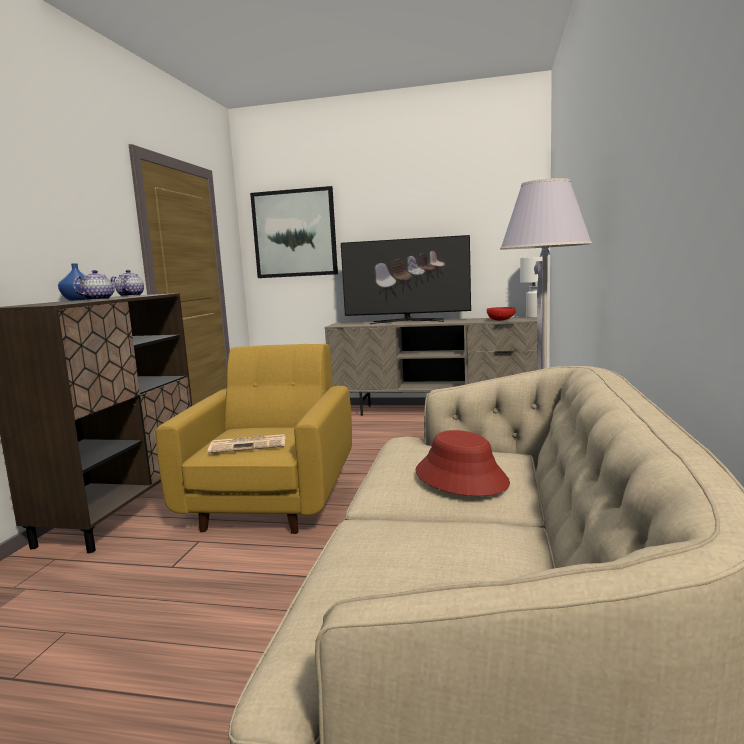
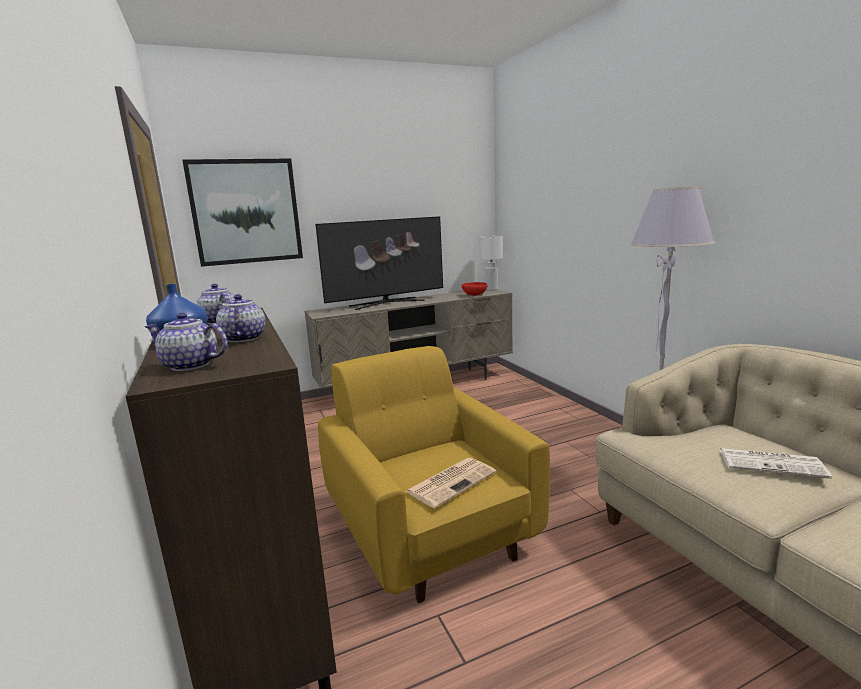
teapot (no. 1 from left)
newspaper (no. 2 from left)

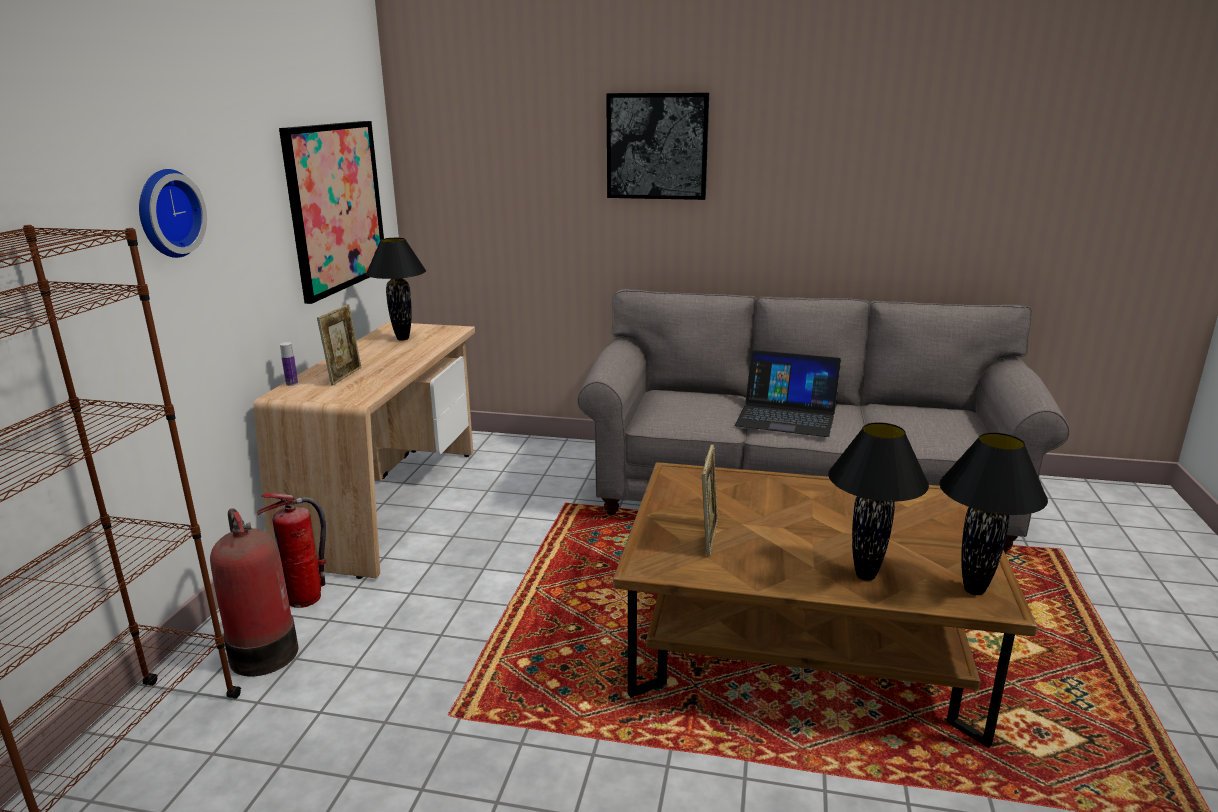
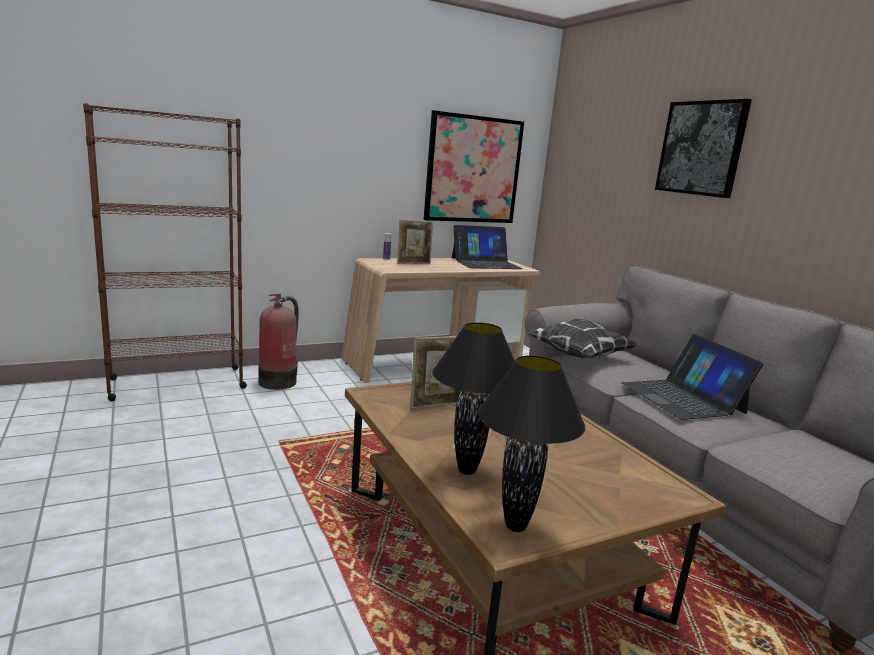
wall clock
fire extinguisher (no. 2 from left in the first image)
pillow
laptop (no. 1 from left)

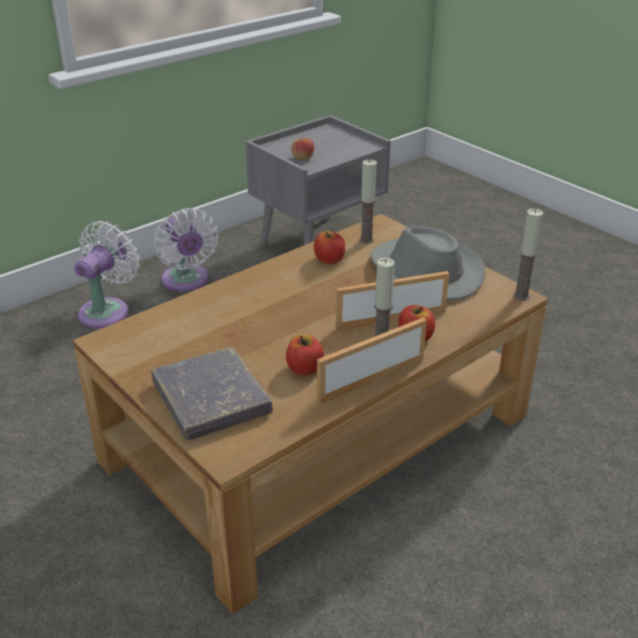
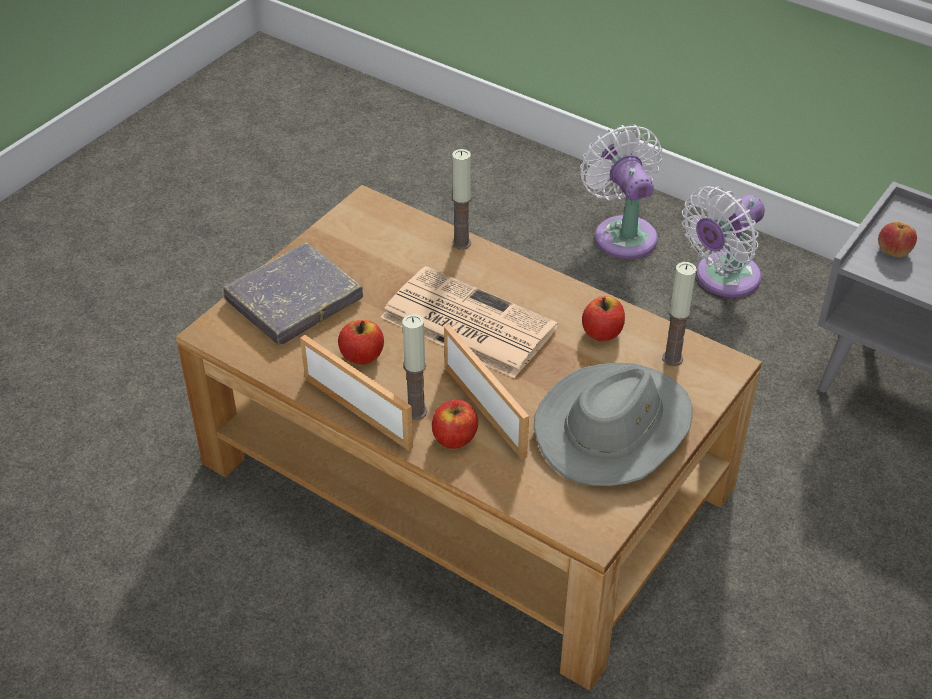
newspaper
candle (no. 2 from left)
fan (white) (no. 1 from left)

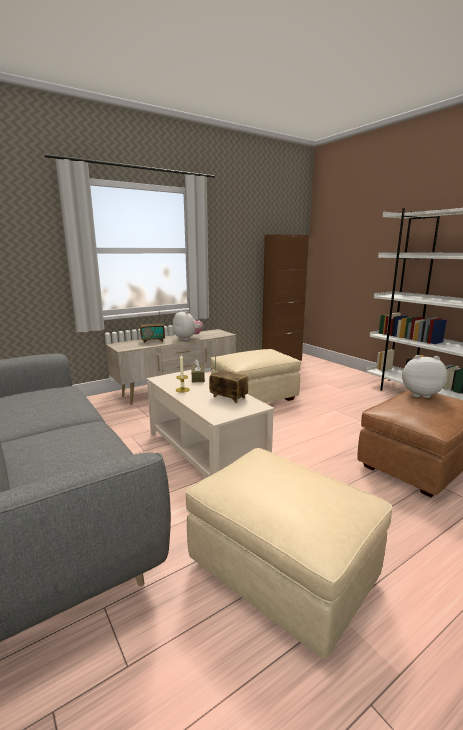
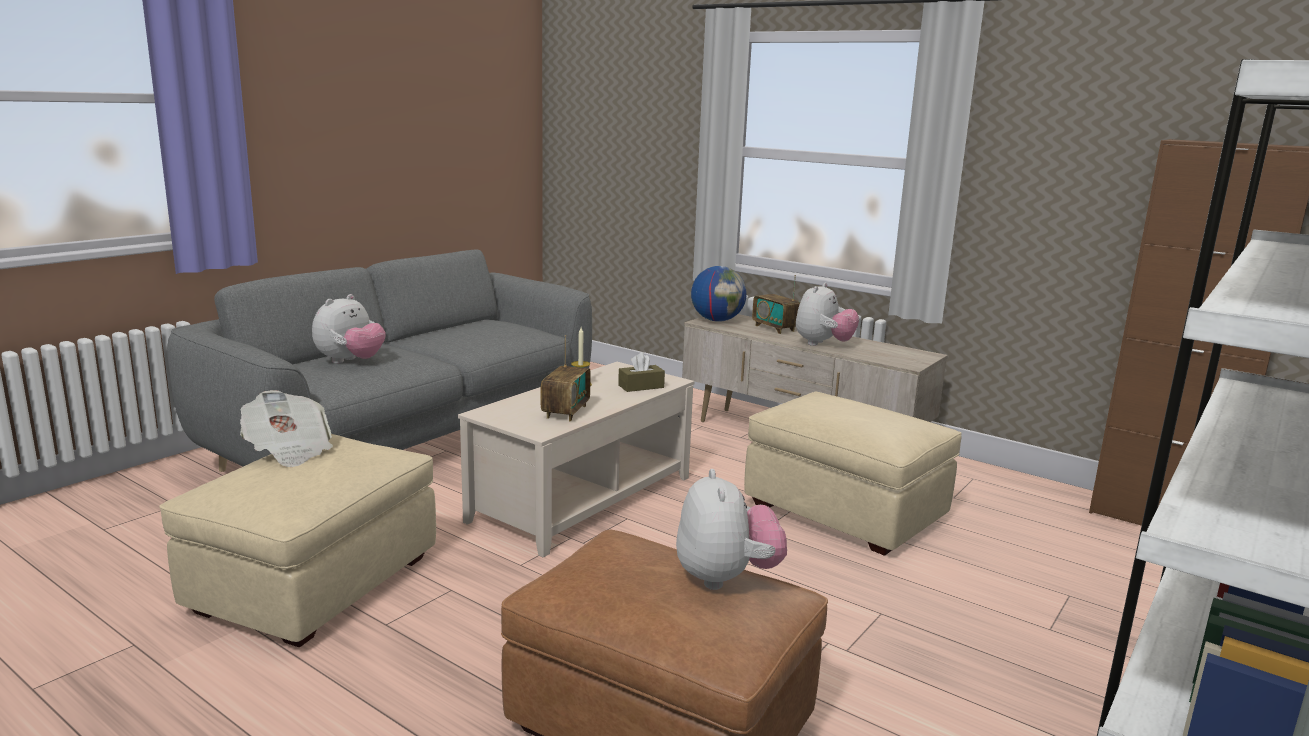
newspaper
plush toy (no. 1 from left)
globe

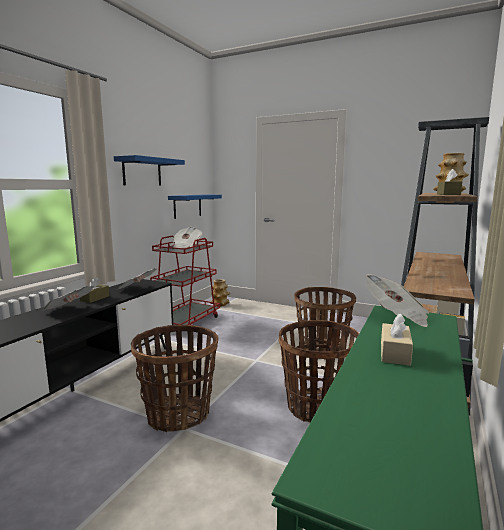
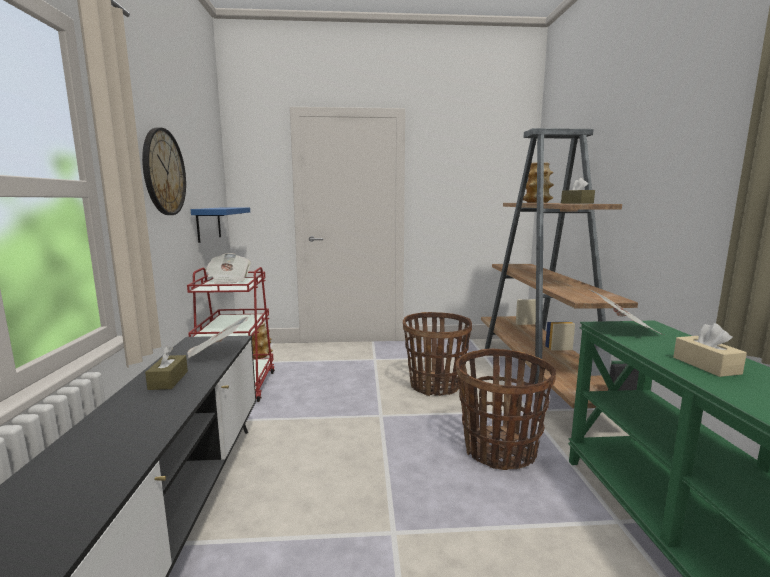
newspaper (no. 1 from left in the first image)
basket (no. 1 from left in the first image)
wall clock

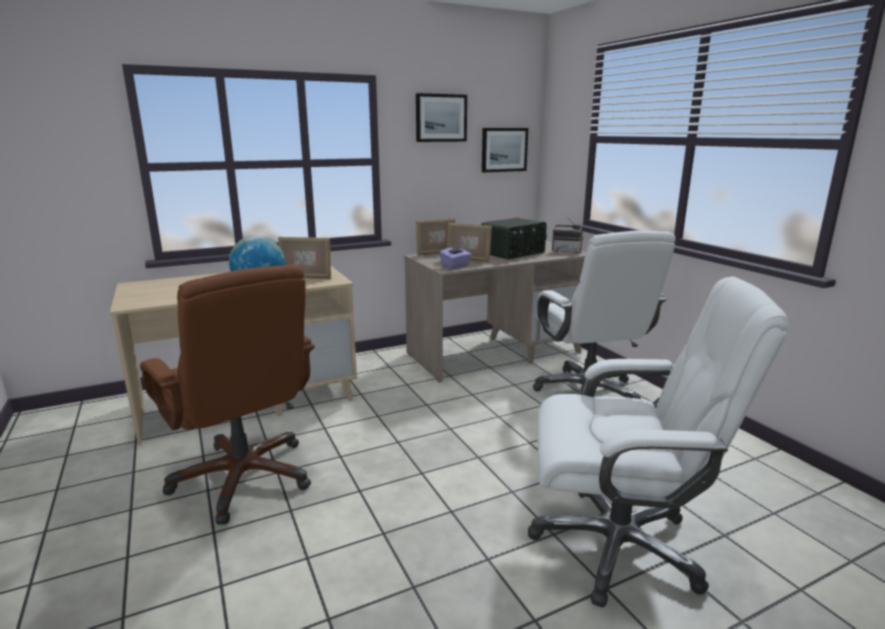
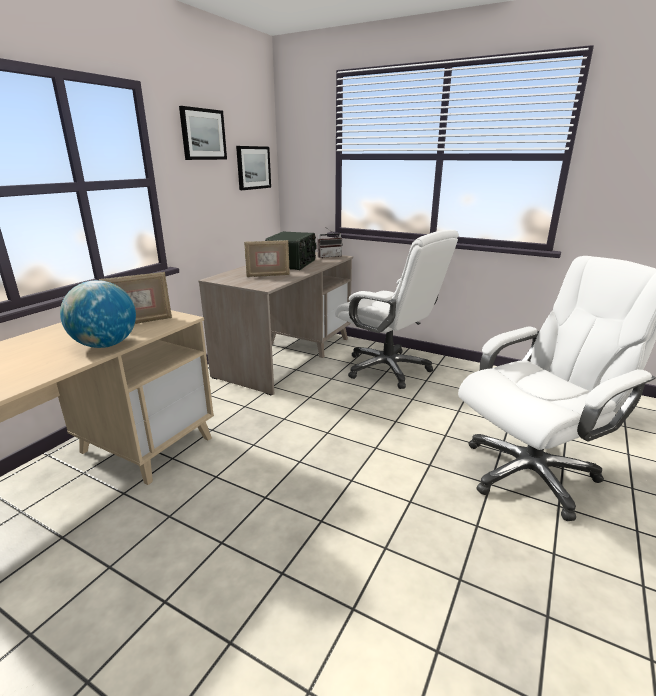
office chair (brown)
picture frame (no. 2 from left in the first image)
tissue box (purple)

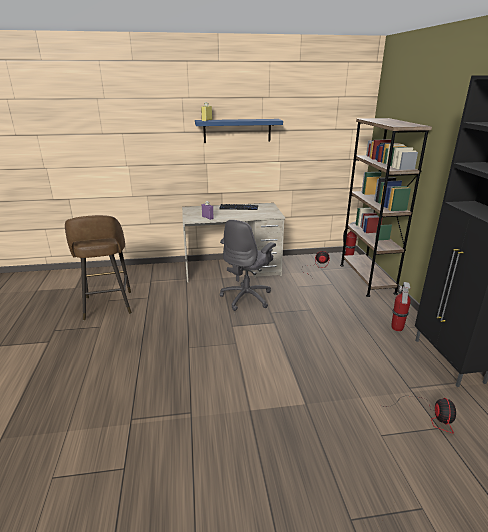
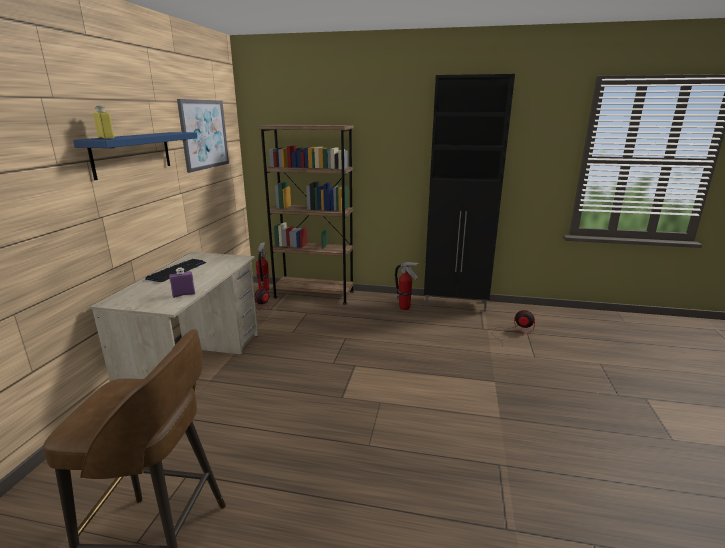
office chair (grey)
picture

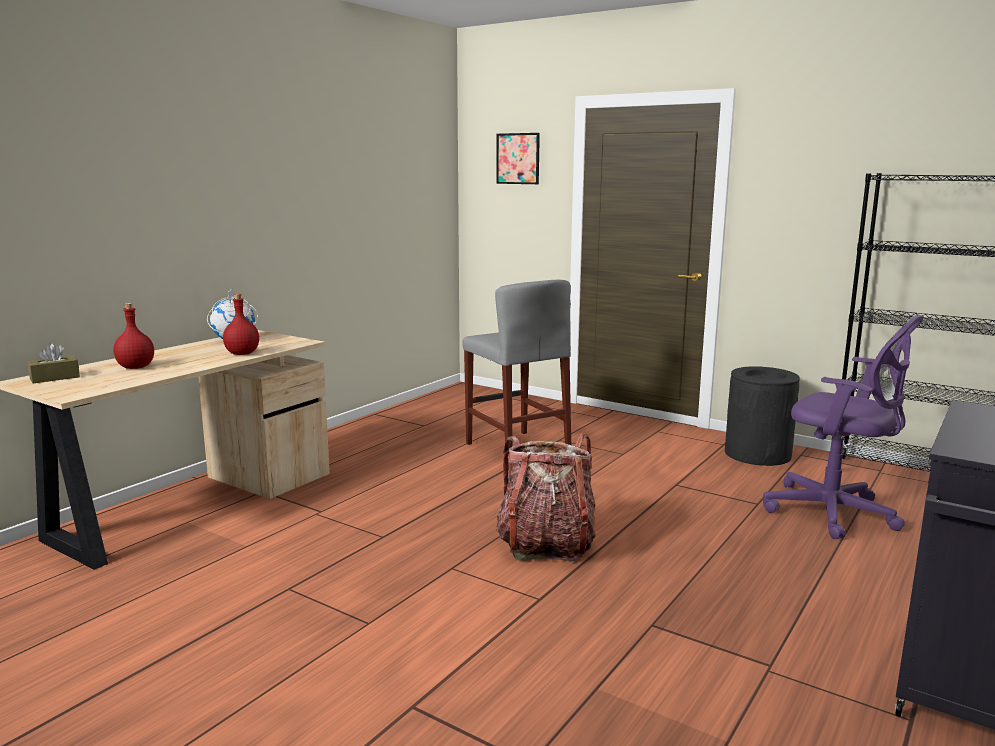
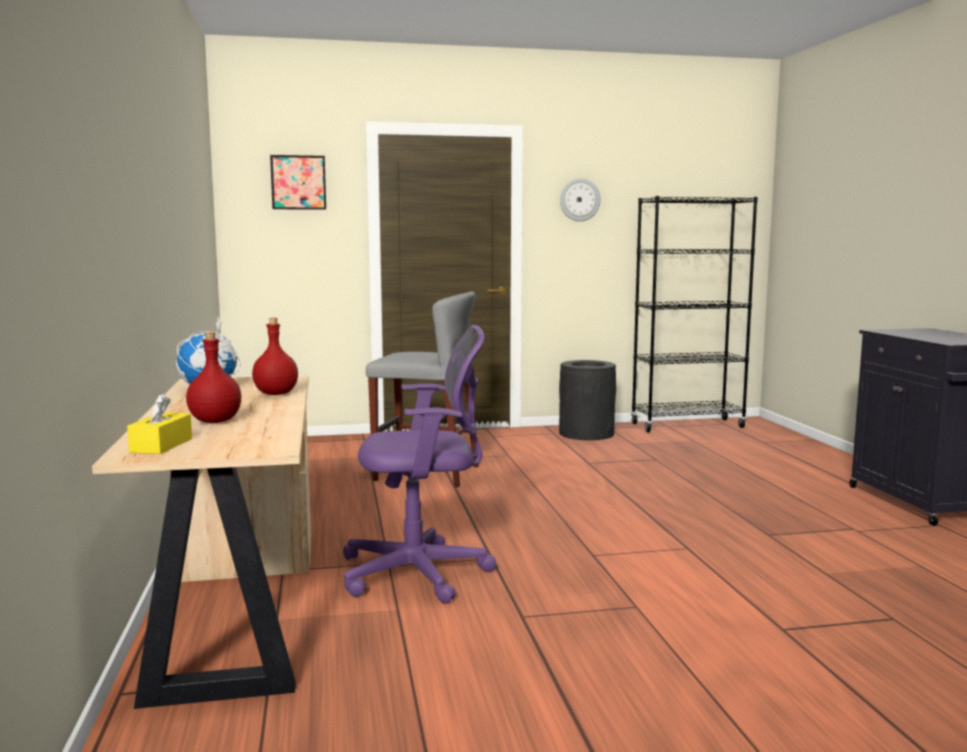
backpack
wall clock
office chair (purple)
tissue box (yellow)

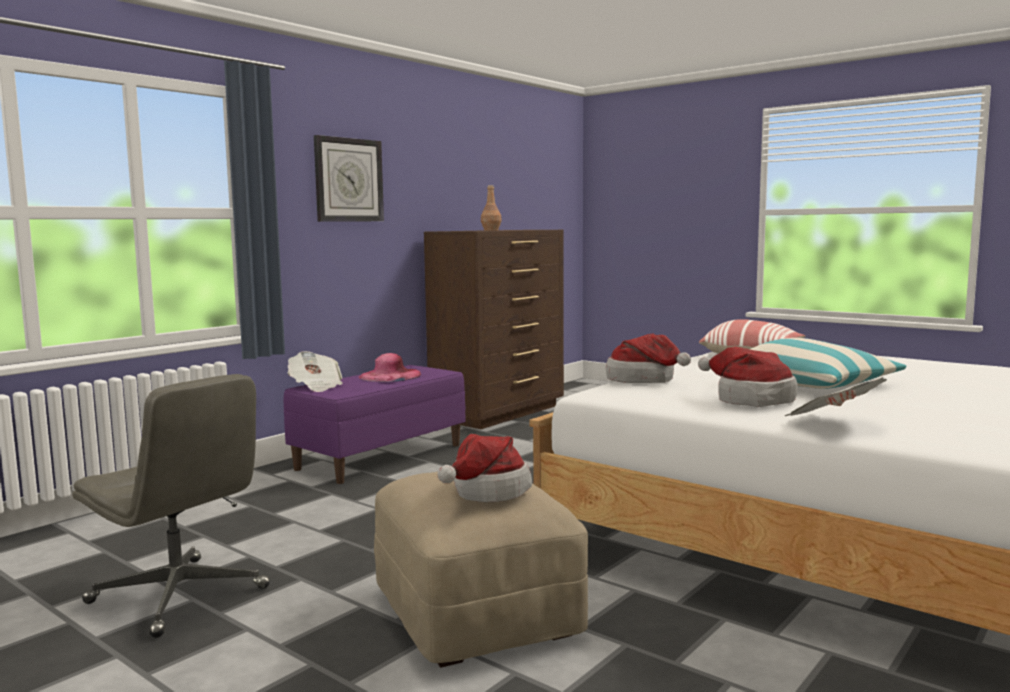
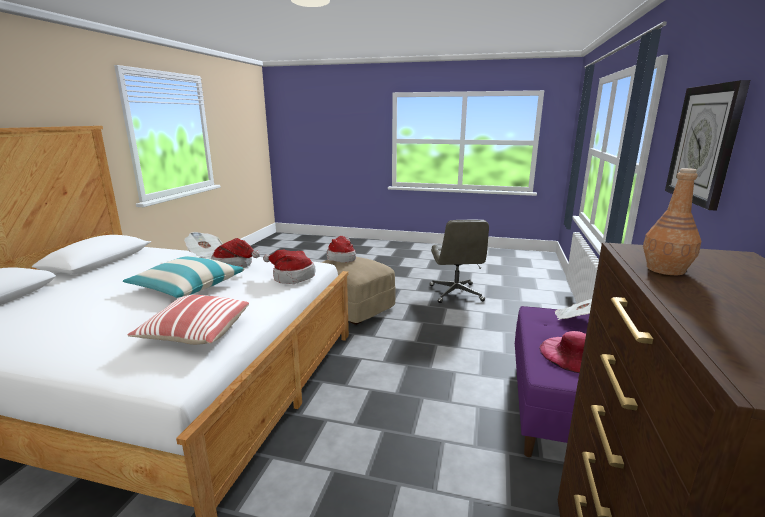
office chair (grey)

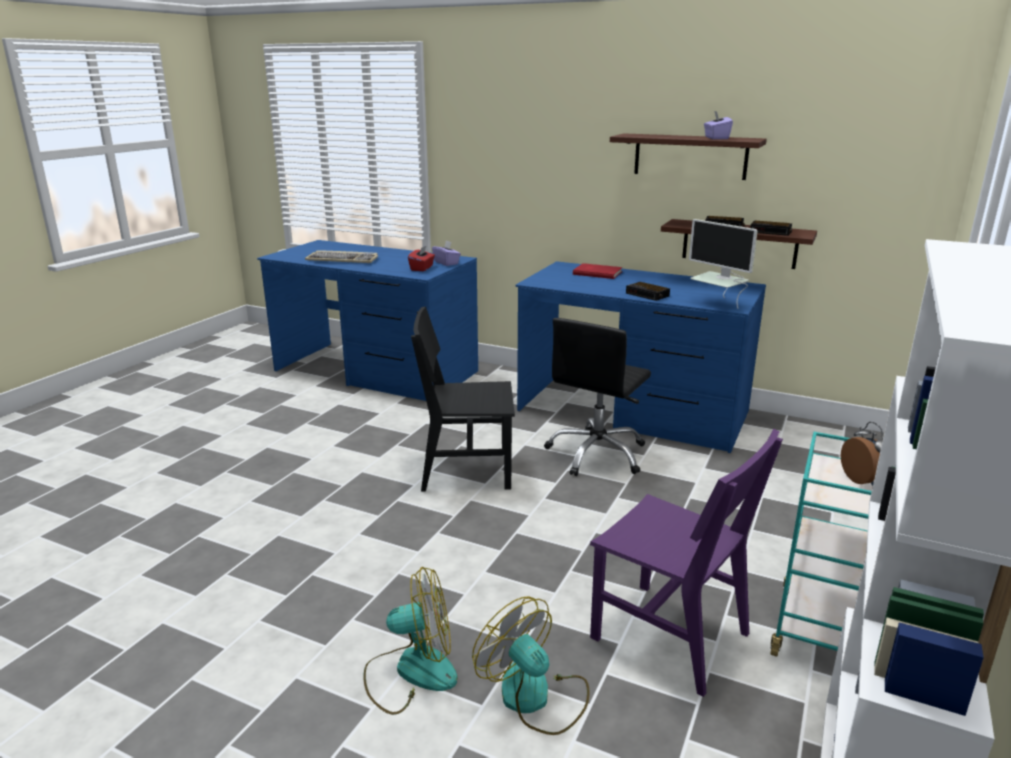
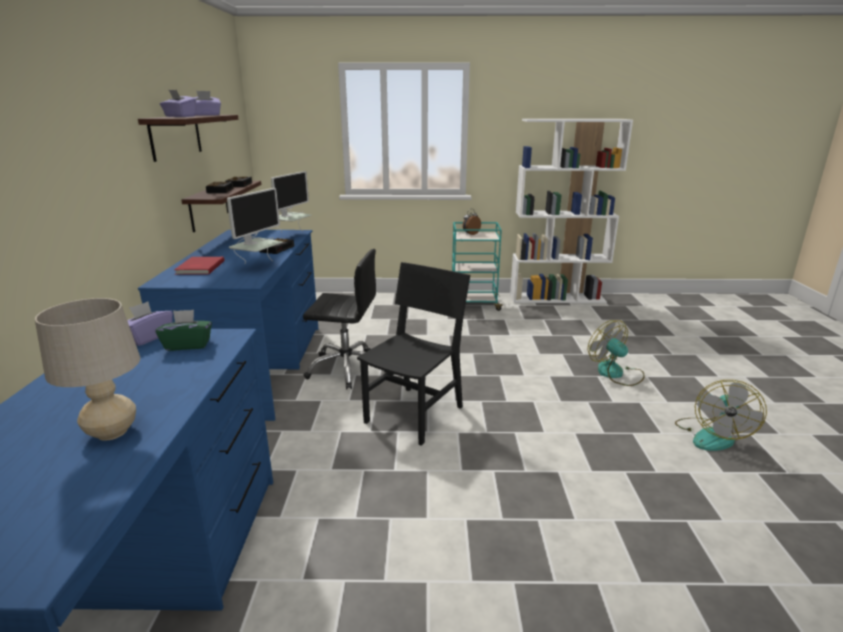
chair (purple)
tissue box (purple) (no. 2 from left)
monitor (no. 1 from left)
fan (no. 2 from left)
table lamp (beige)
tissue box (green)
chair (black)

